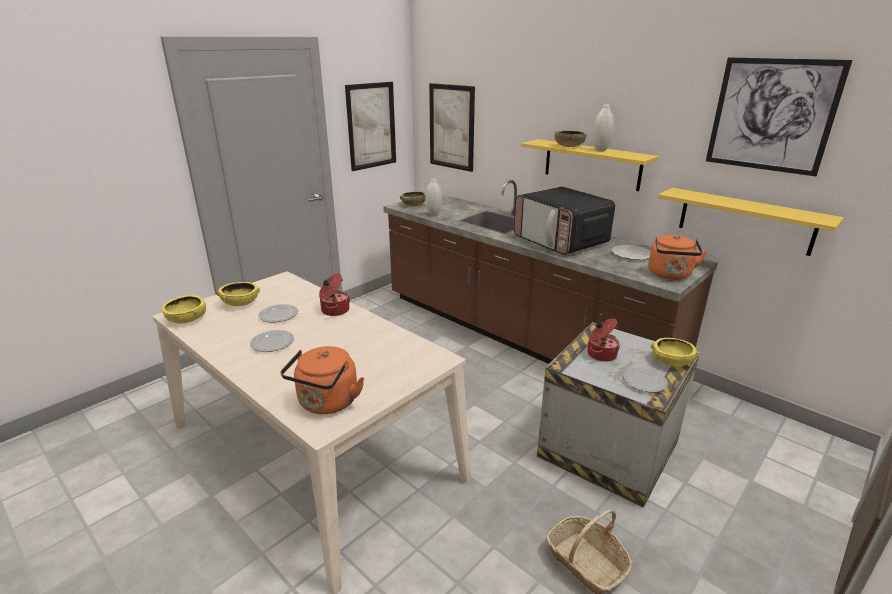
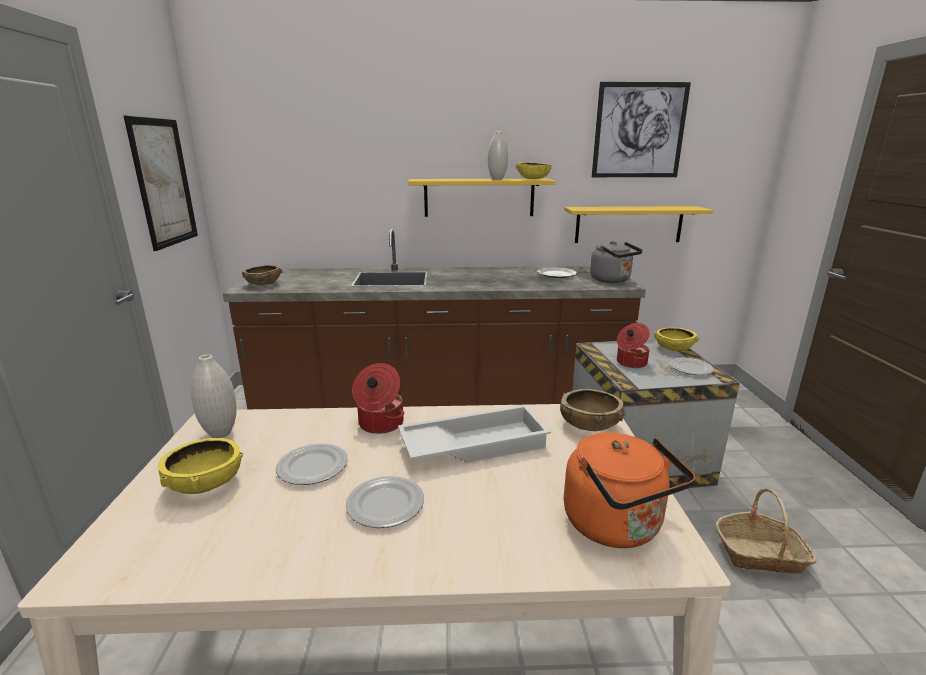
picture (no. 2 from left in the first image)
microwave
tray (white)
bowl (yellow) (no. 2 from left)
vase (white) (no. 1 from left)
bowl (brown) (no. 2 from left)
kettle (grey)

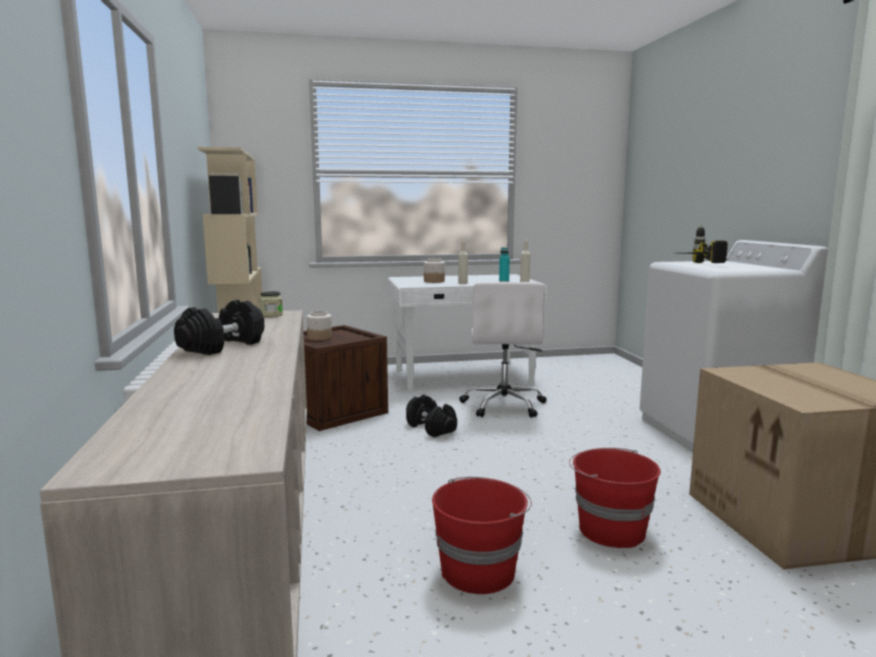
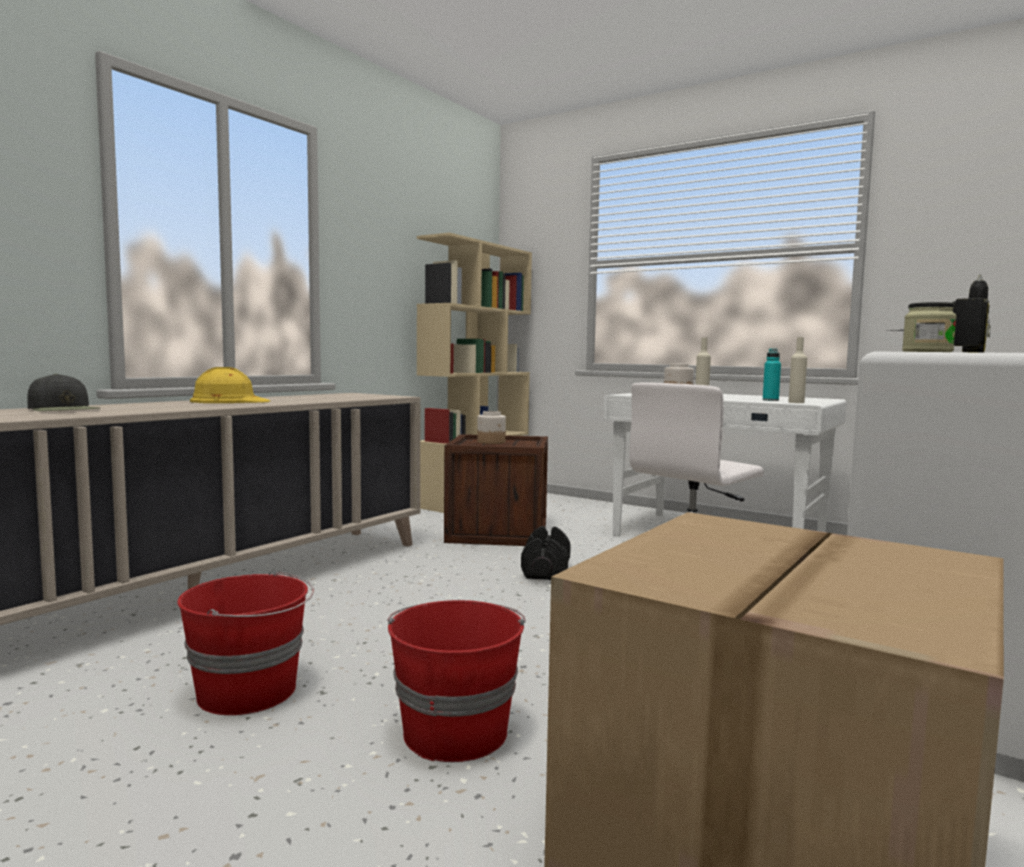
cap (black)
jar (no. 3 from left)
hard hat (yellow)

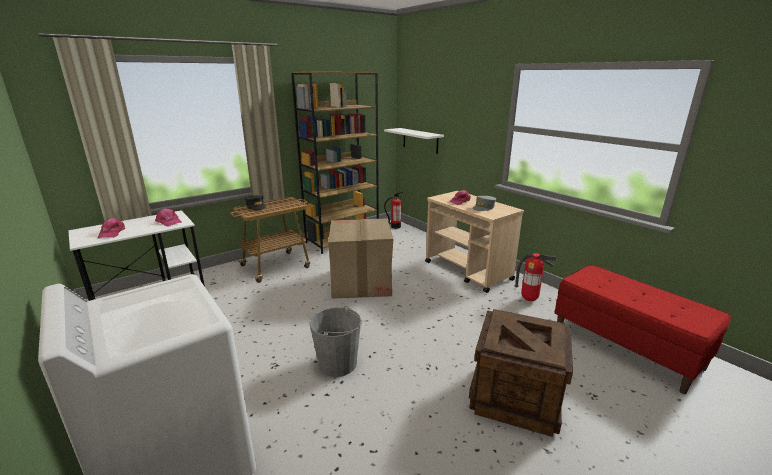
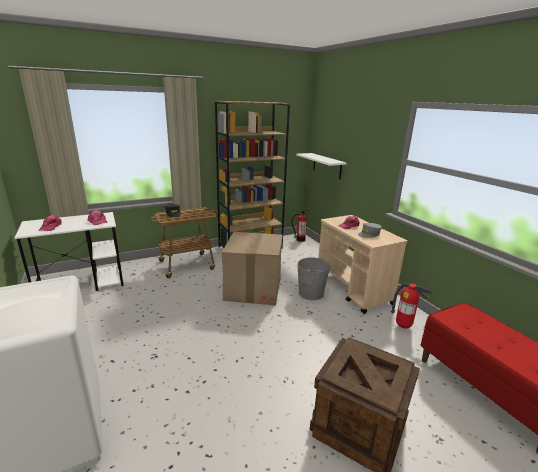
bucket (grey)

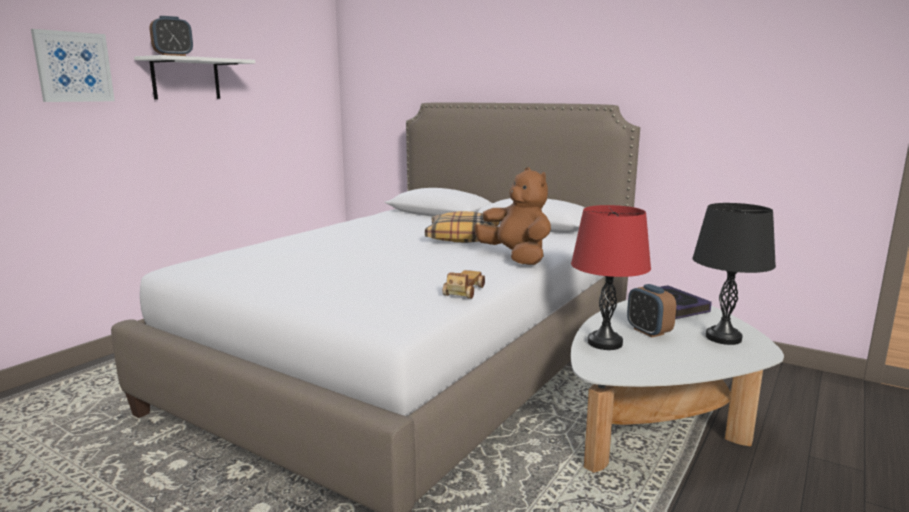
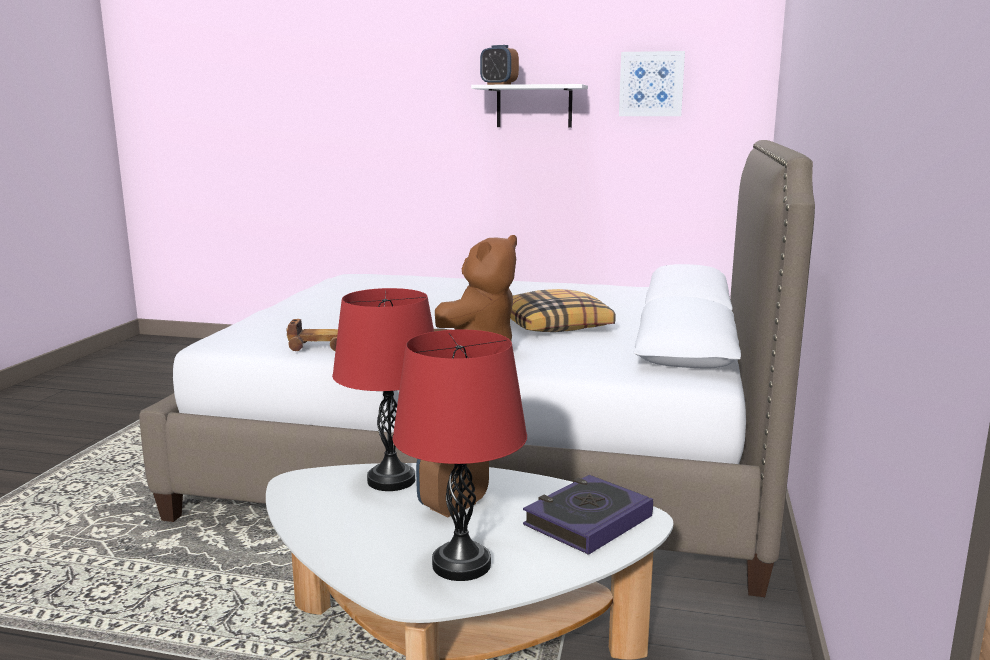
picture
table lamp (red) (no. 2 from left)

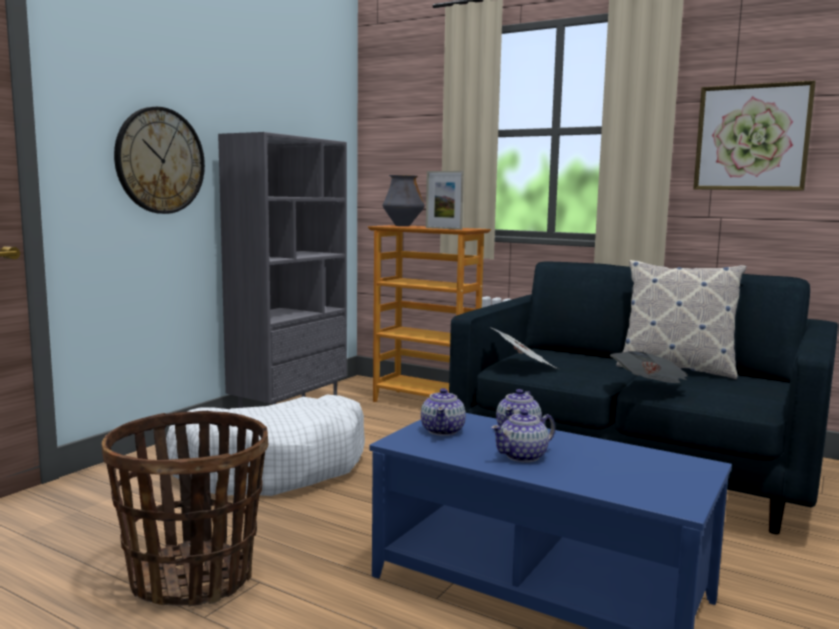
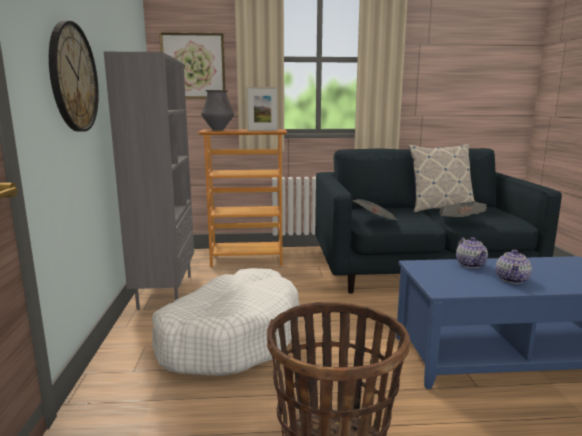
teapot (no. 1 from left in the first image)
picture

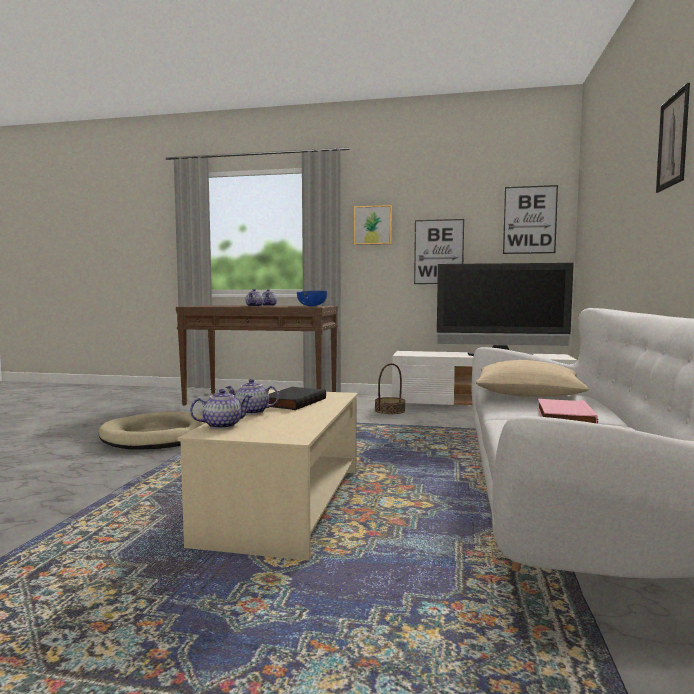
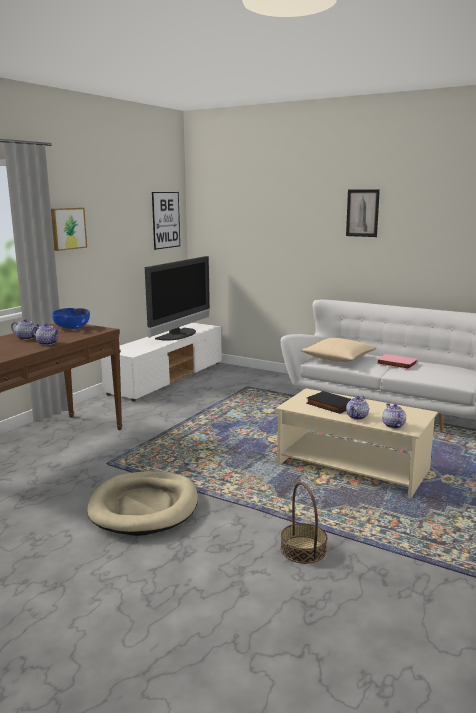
picture (no. 2 from left in the first image)
basket

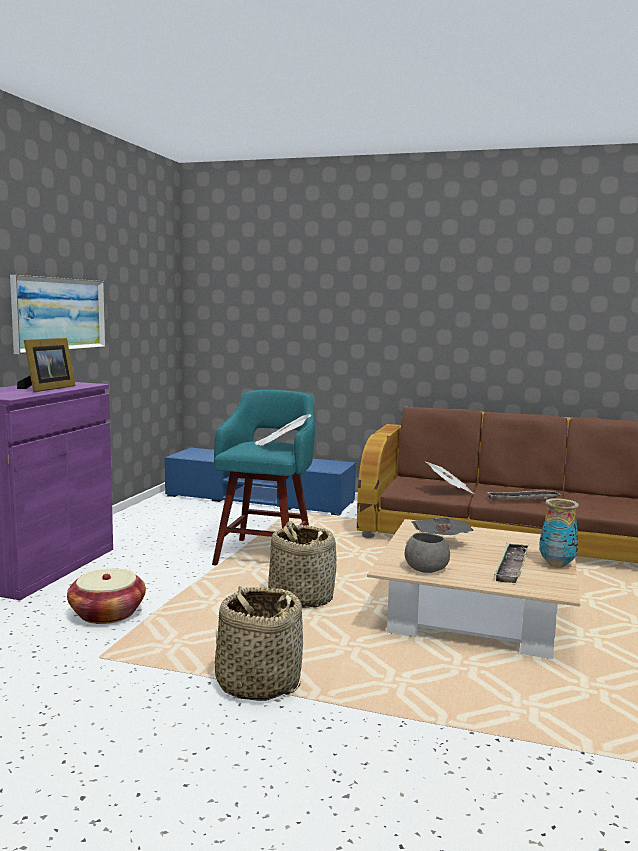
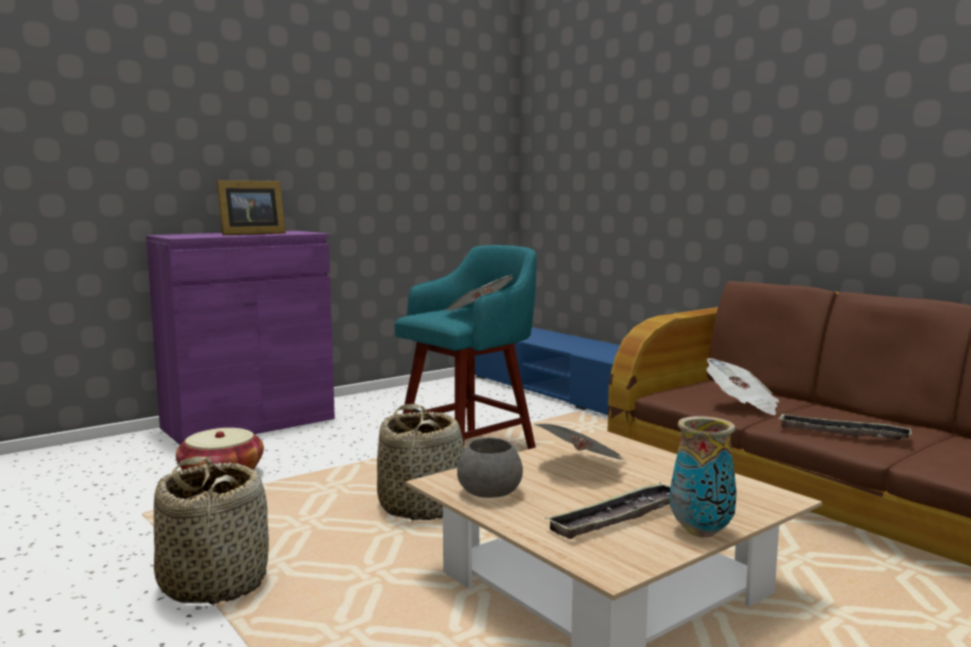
picture

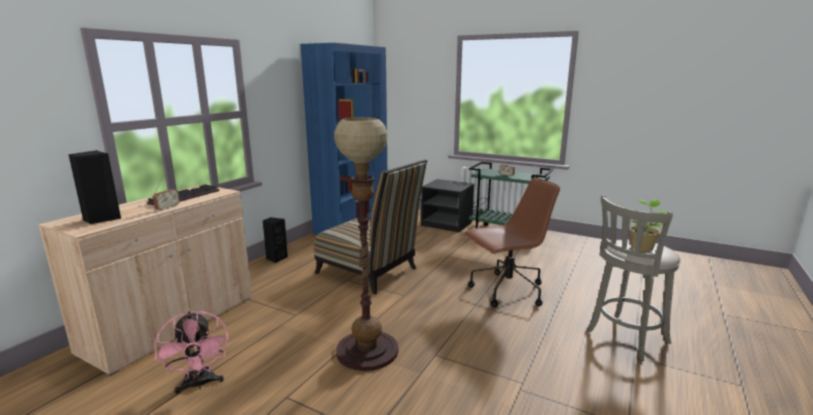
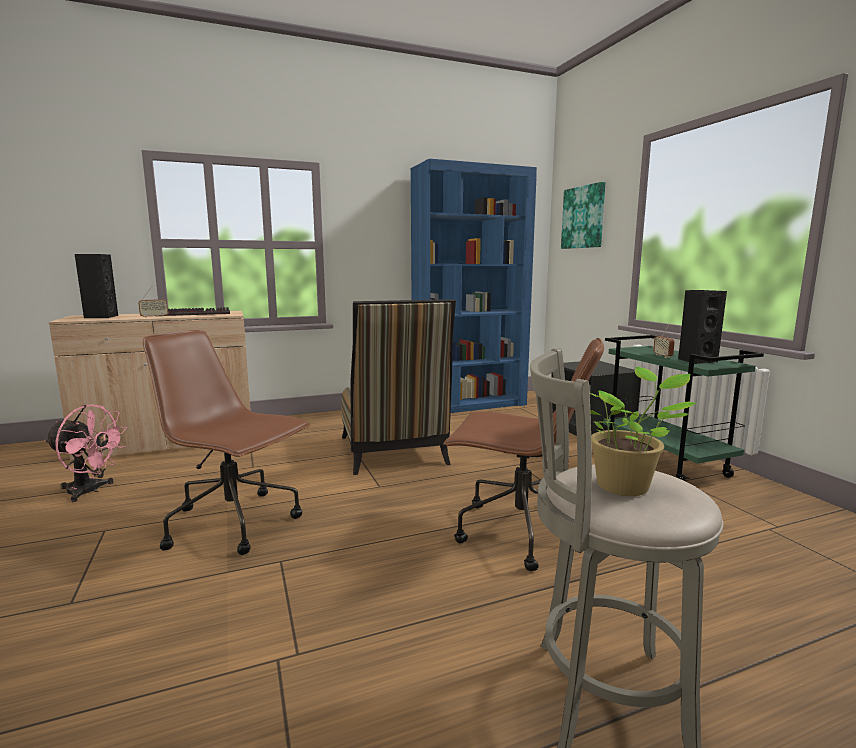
picture
speaker (black) (no. 2 from left)
office chair (brown) (no. 1 from left)
fan (pink)

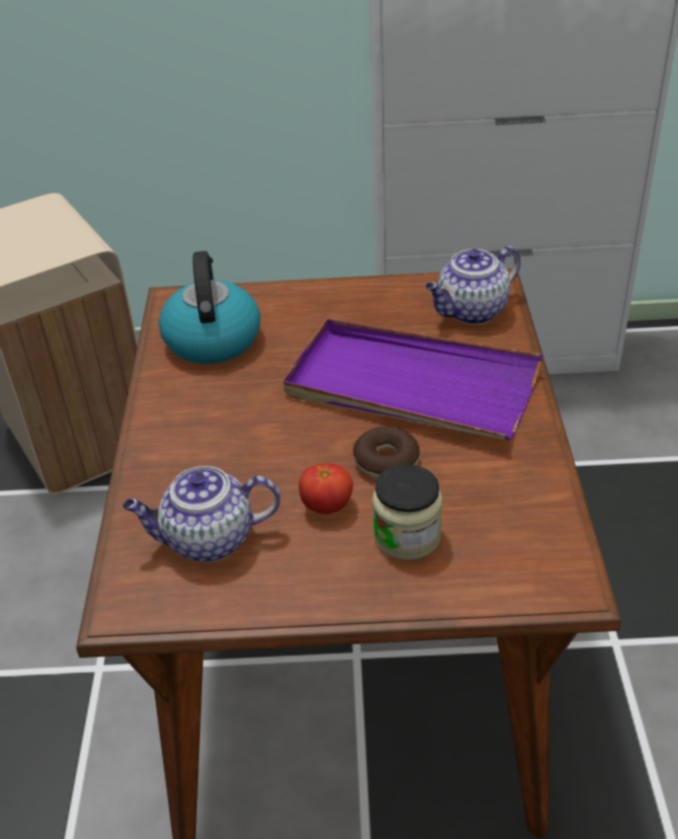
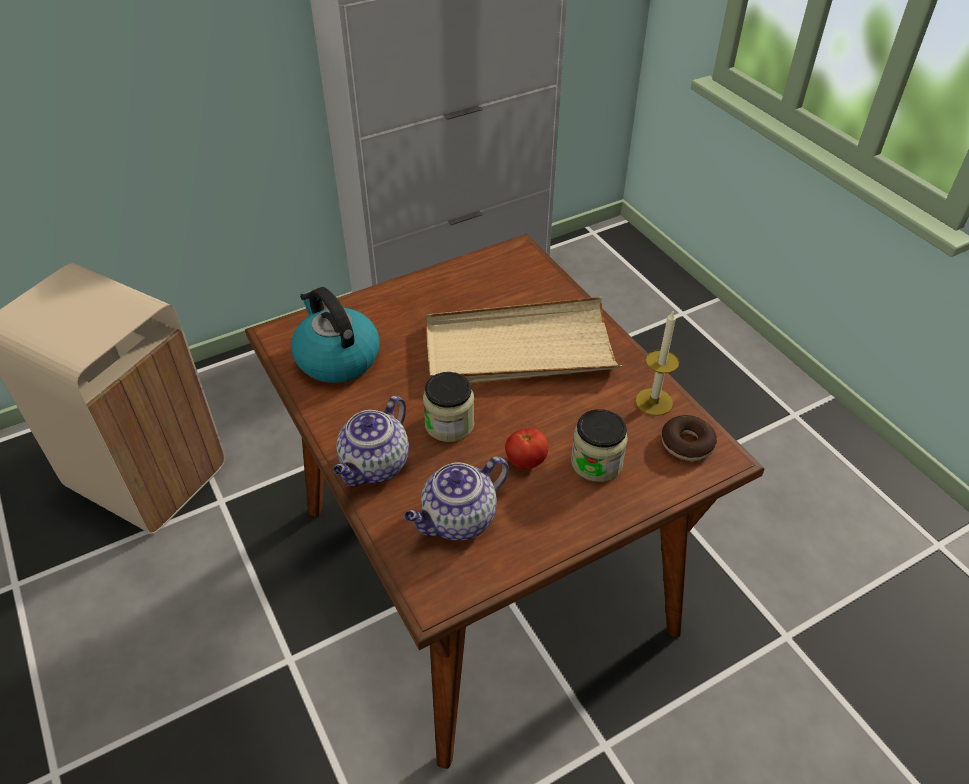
jar (no. 1 from left)
candle
donut
teapot (no. 1 from left)
tray (beige)

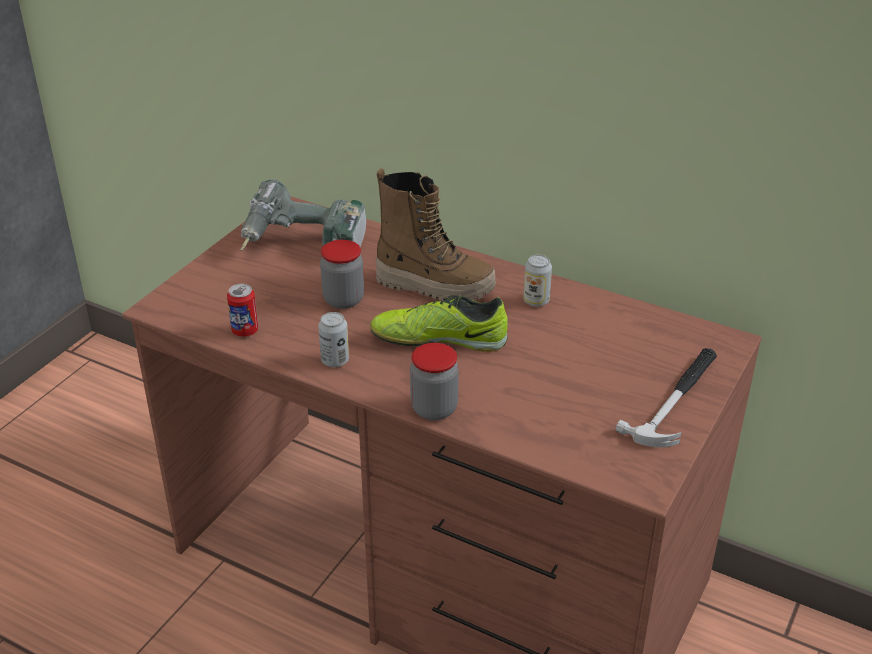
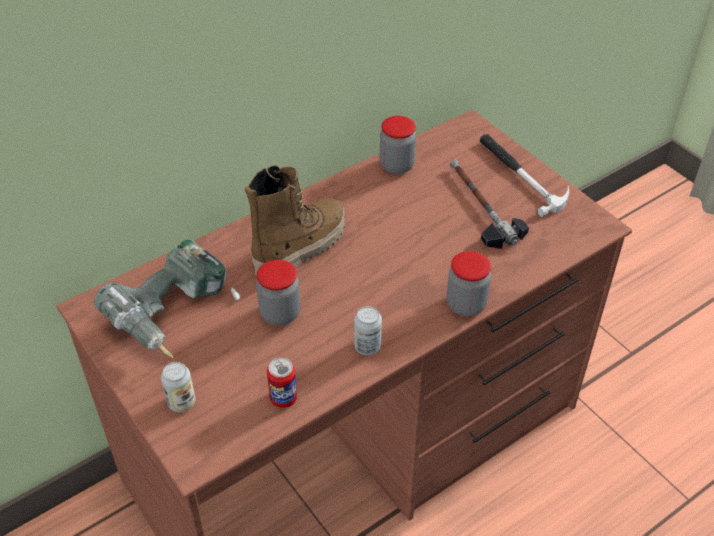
shoe
jar (no. 2 from left)
hammer (no. 1 from left)
can (no. 1 from left)

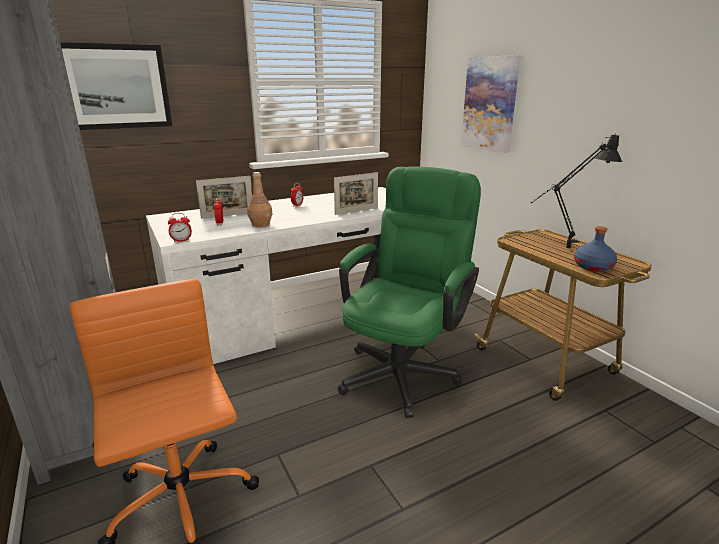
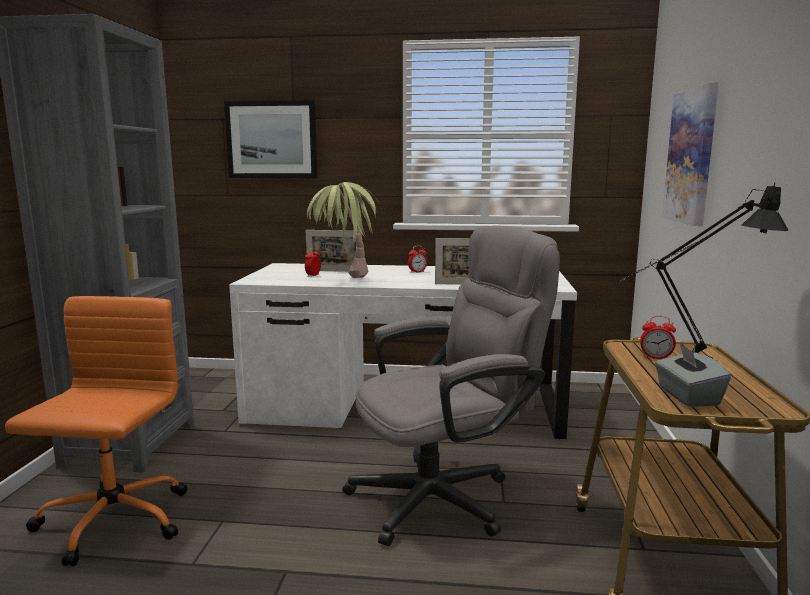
alarm clock (no. 3 from left)
potted plant
tissue box (grey)
office chair (grey)

